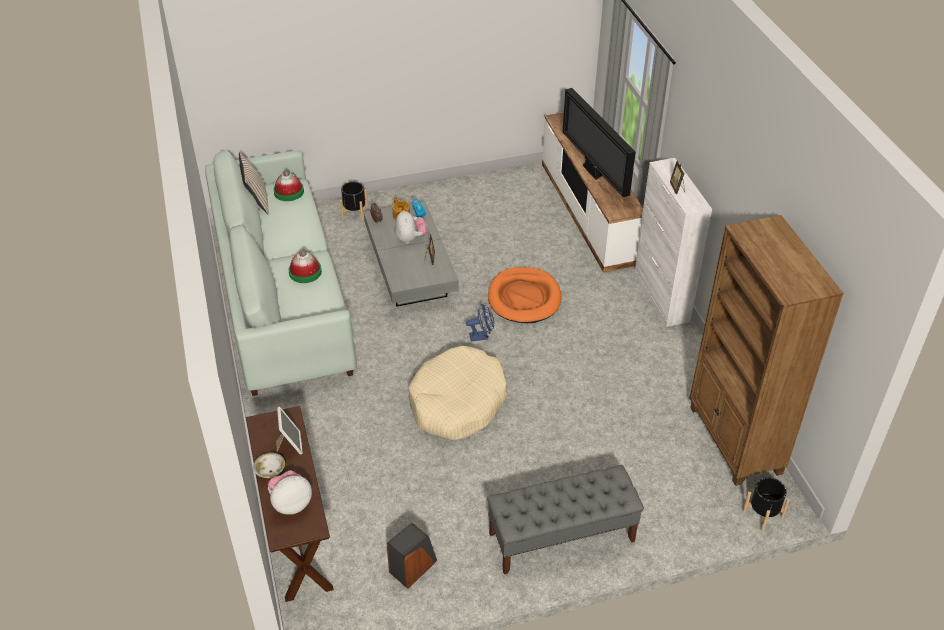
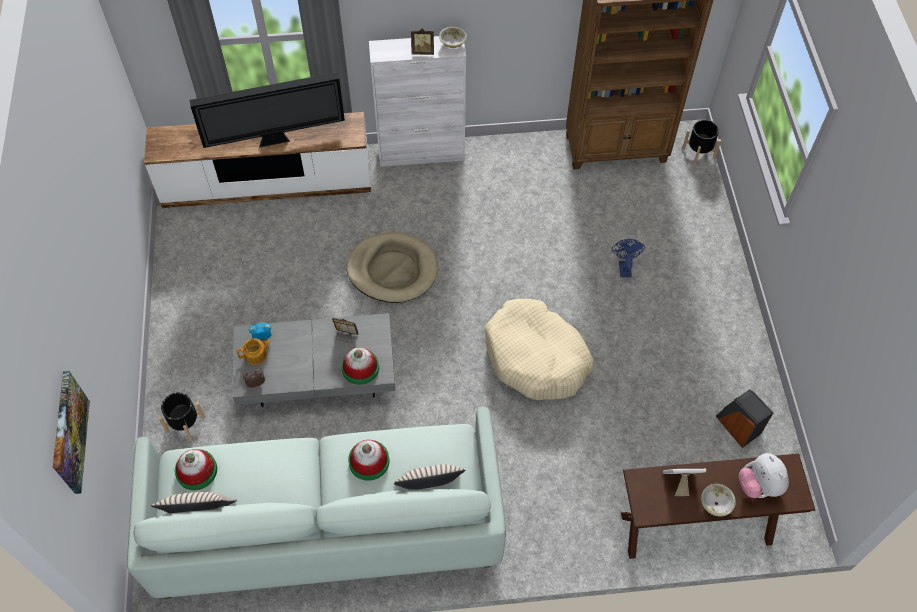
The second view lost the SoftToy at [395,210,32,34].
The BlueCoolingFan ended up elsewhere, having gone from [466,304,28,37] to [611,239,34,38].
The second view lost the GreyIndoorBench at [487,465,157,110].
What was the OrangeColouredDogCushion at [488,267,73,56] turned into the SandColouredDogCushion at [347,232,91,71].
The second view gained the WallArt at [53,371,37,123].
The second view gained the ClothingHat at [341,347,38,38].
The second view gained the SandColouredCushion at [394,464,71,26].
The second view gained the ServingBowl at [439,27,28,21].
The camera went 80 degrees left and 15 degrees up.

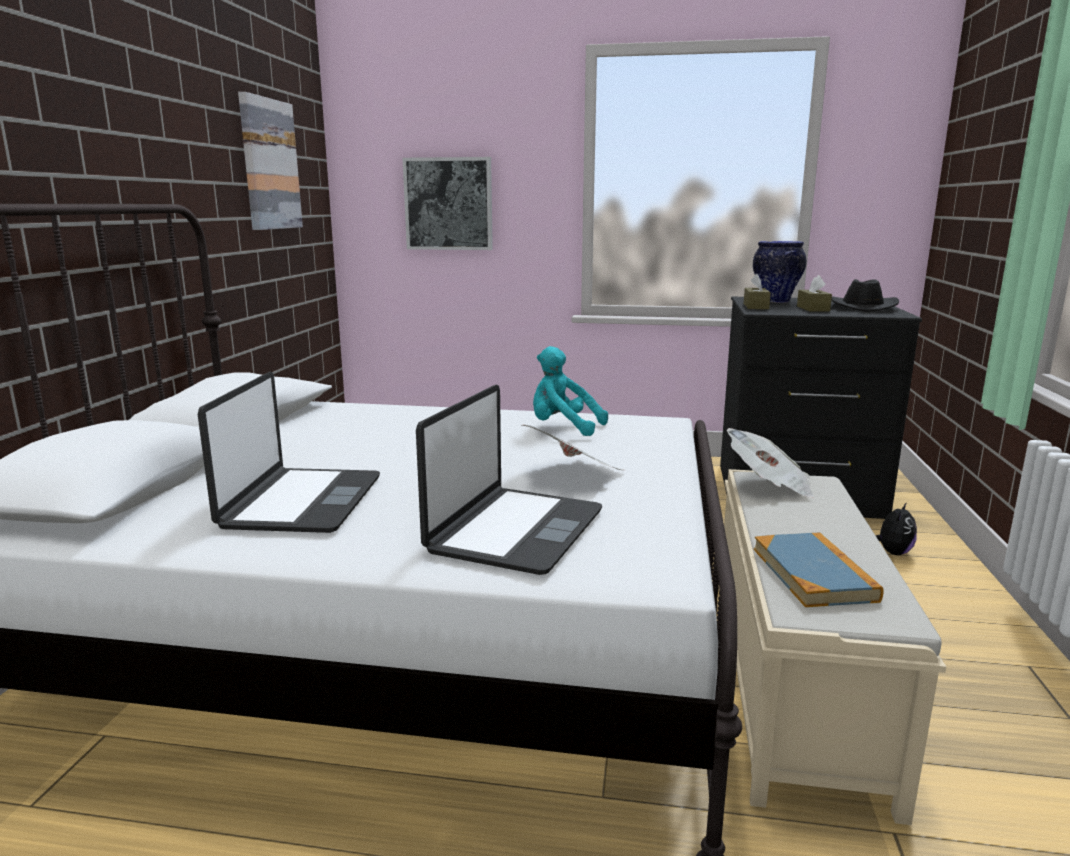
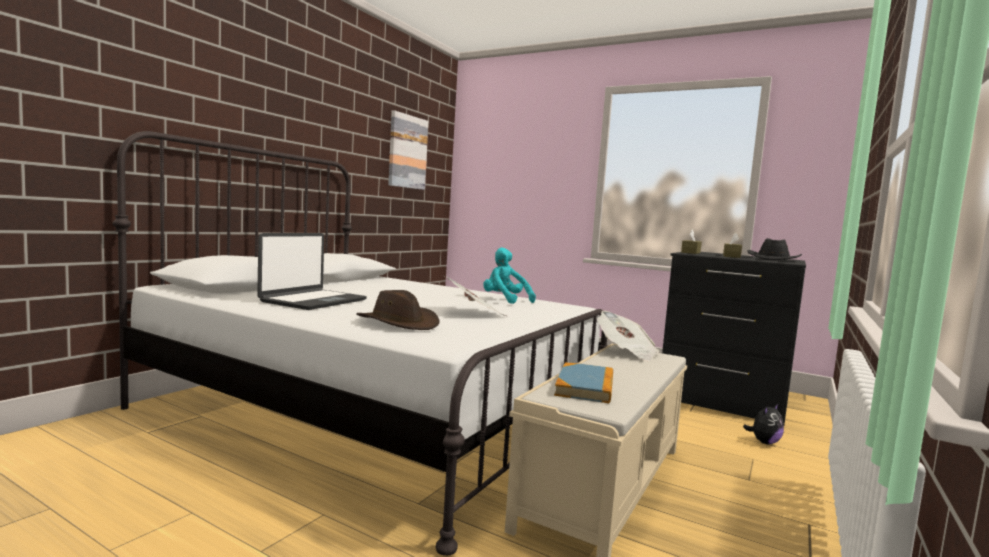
The second view lost the WallArt at [402,157,91,93].
Where the NotebookComputer stood at [416,385,186,190], the BrownColouredClothingHat came to stand at [356,290,84,40].
The second view lost the DecorativeVase at [753,241,53,62].
The camera went 20 degrees right and 10 degrees down.

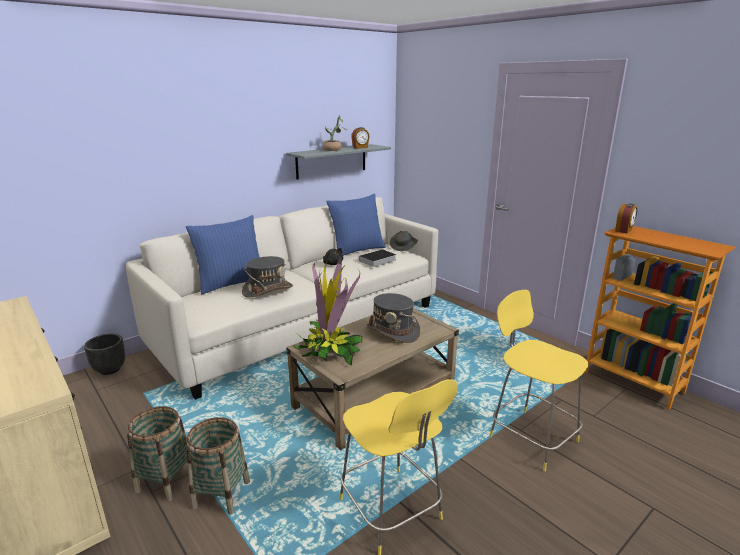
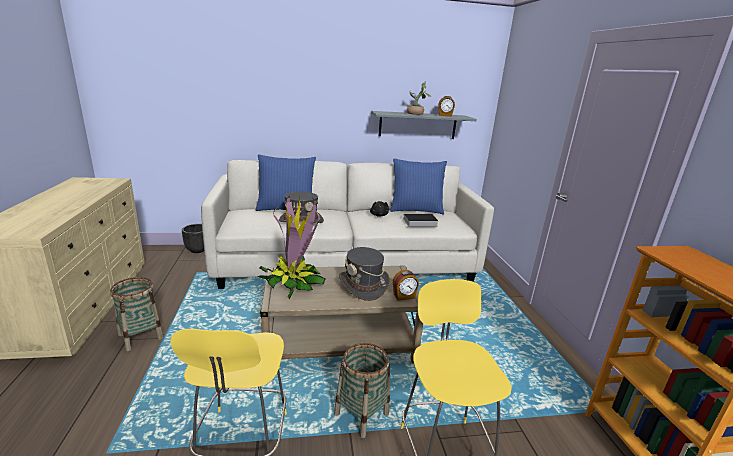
The StorageBasket ended up elsewhere, having gone from [186,417,64,98] to [334,343,56,95].
The second view lost the GreyClothingHat at [390,231,28,20].
The BedsideClock ended up elsewhere, having gone from [615,203,22,30] to [393,270,26,31].
The camera went 30 degrees right and 0 degrees up.

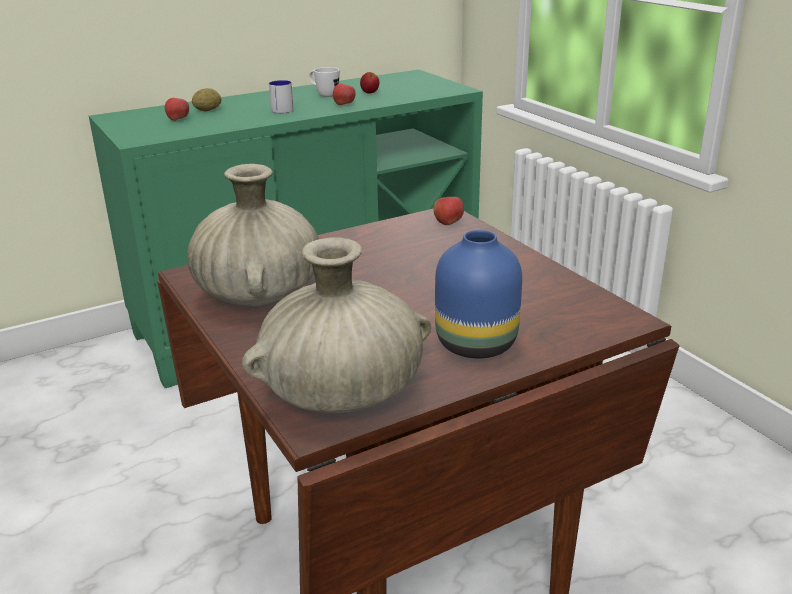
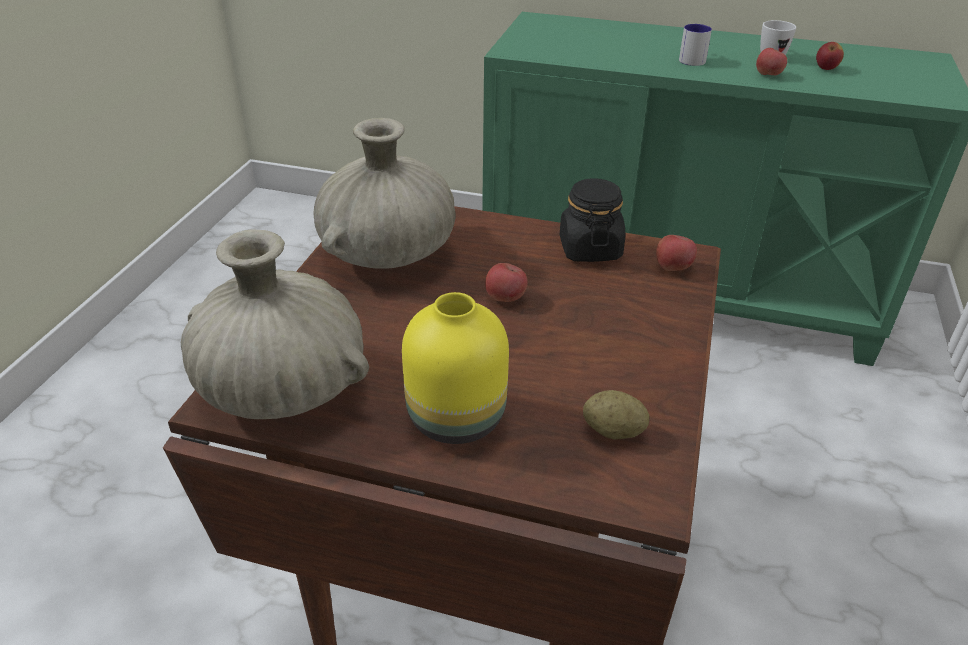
The Apple ended up elsewhere, having gone from [165,98,24,23] to [485,263,43,39].
The Potato ended up elsewhere, having gone from [192,88,30,24] to [583,390,66,49].
What was the BlueDecorativeVase at [435,230,87,128] turned into the YellowDecorativeVase at [402,292,107,152].
The second view gained the BlackColouredJar at [560,178,65,84].
The camera went 45 degrees right and 10 degrees up.

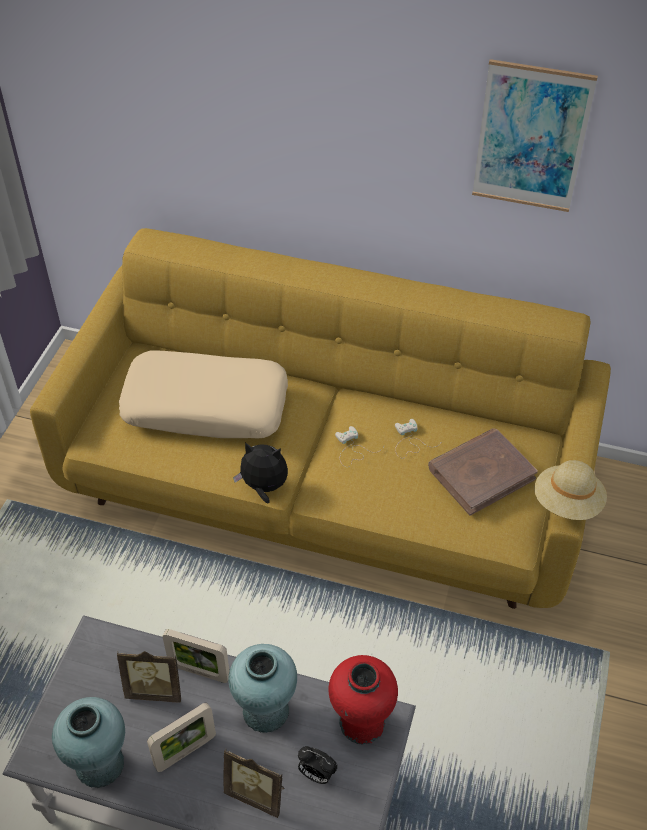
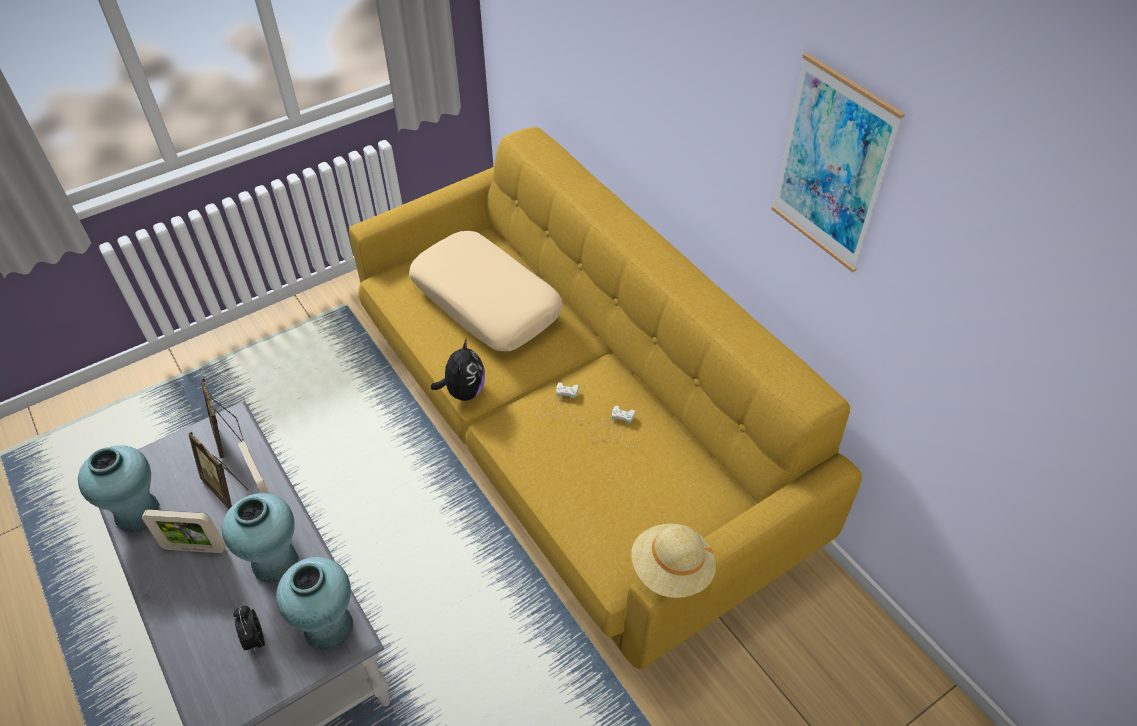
The StandingFrame ended up elsewhere, having gone from [224,749,61,69] to [200,378,44,81].
The SoftToy at [233,442,55,62] ended up facing another way, 45 degrees clockwise from before.
What was the RedDecorativeVase at [328,655,70,90] turned into the TurquoiseDecorativeVase at [276,557,77,93].
The second view lost the BrownColouredBoundBook at [428,428,110,88].
The camera went 40 degrees right and 0 degrees up.

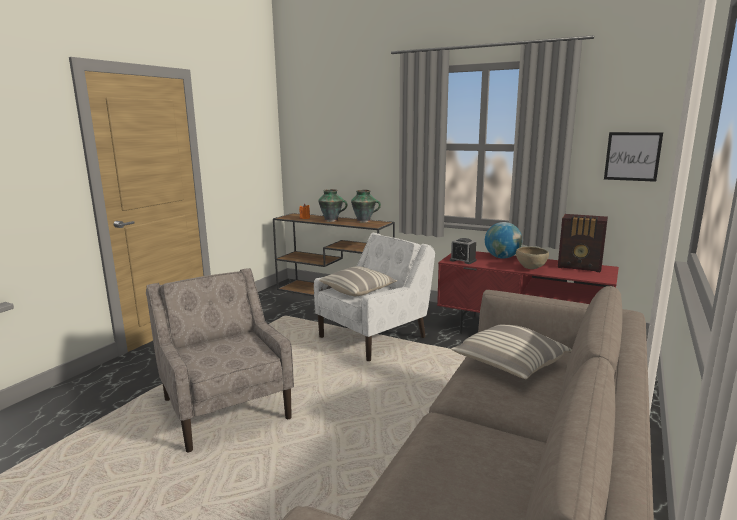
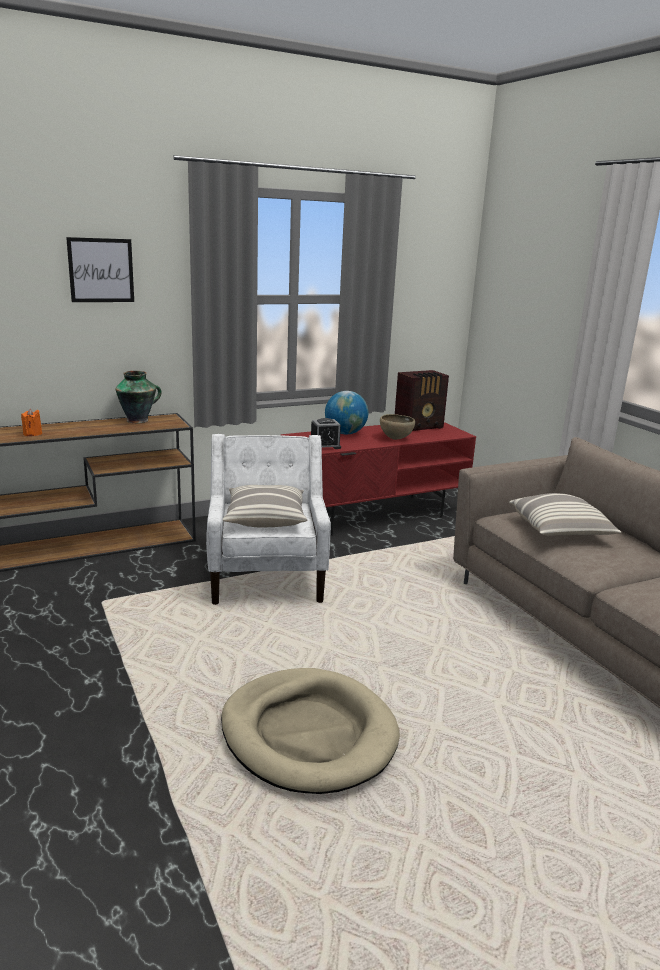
Where the SandColouredArmchair stood at [146,268,148,184], the SandColouredDogCushion came to stand at [221,668,179,126].
The second view lost the DecorativeVase at [318,189,29,33].
The WallArt ended up elsewhere, having gone from [604,132,59,50] to [66,237,68,65].
The camera went 55 degrees left and 5 degrees up.

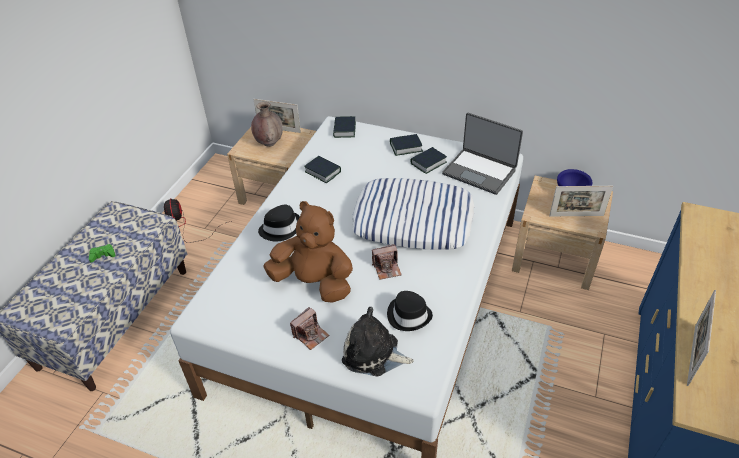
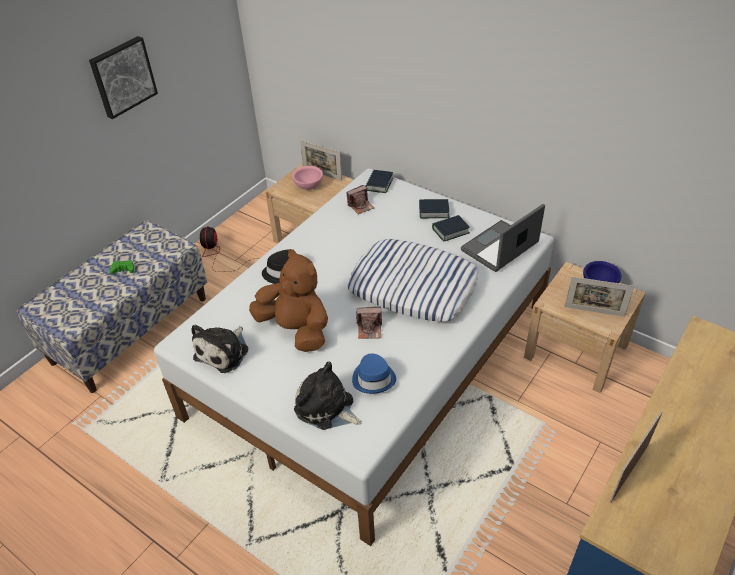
Where the BrownColouredDecorativeVase stood at [251,102,32,45], the PinkColouredServingBowl came to stand at [292,166,31,24].
The PhotoCamera ended up elsewhere, having gone from [290,307,39,43] to [346,185,28,29].
The second view lost the BoundBook at [304,156,37,27].
What was the BlackColouredClothingHat at [387,291,46,40] turned into the BlueClothingHat at [352,353,44,41].
The NotebookComputer at [442,113,81,82] ended up facing another way, 90 degrees clockwise from before.
The second view gained the WallArt at [89,36,69,83].
The second view gained the SoftToy at [191,325,57,48].
The camera went 15 degrees right and 0 degrees up.

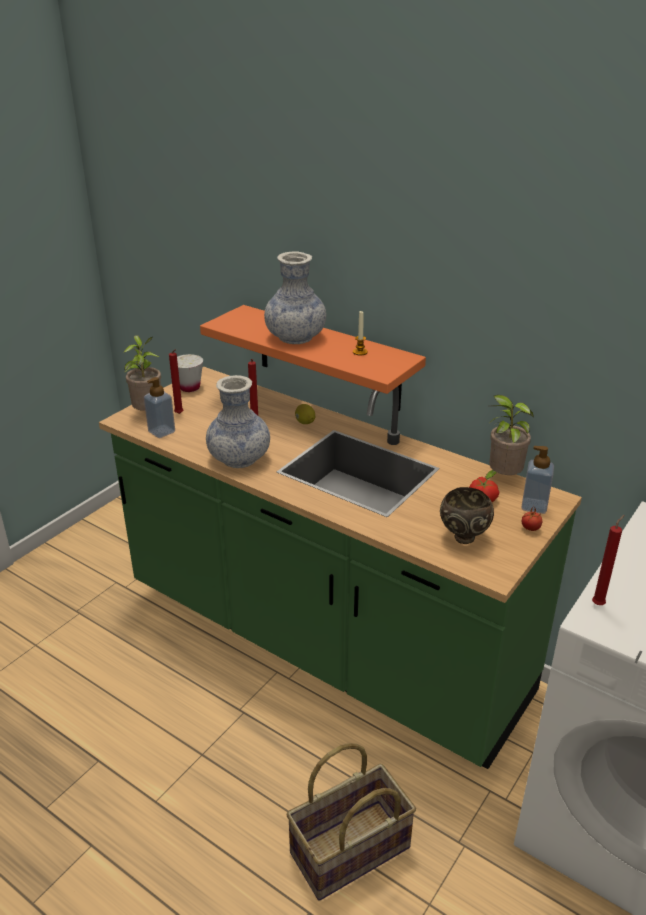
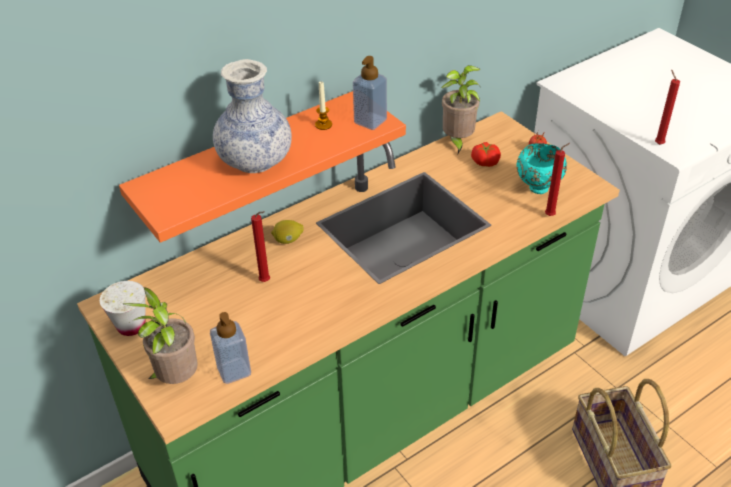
The RedCandle ended up elsewhere, having gone from [169,349,14,65] to [545,143,25,73].
The second view lost the DecorativeVase at [206,375,64,93].
What was the BrownColouredServingBowl at [440,487,54,57] turned into the TurquoiseServingBowl at [517,143,50,51].
The SoapDispenser ended up elsewhere, having gone from [521,446,33,68] to [353,56,34,74].
The camera went 70 degrees left and 10 degrees up.

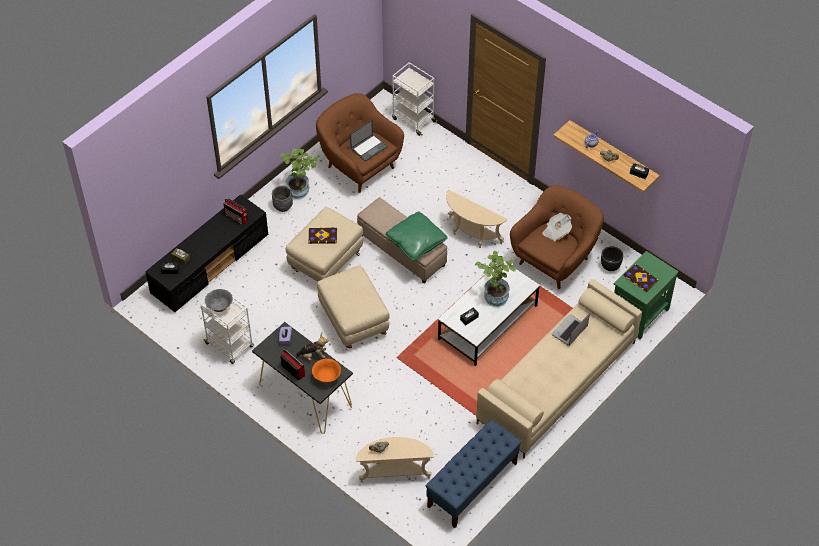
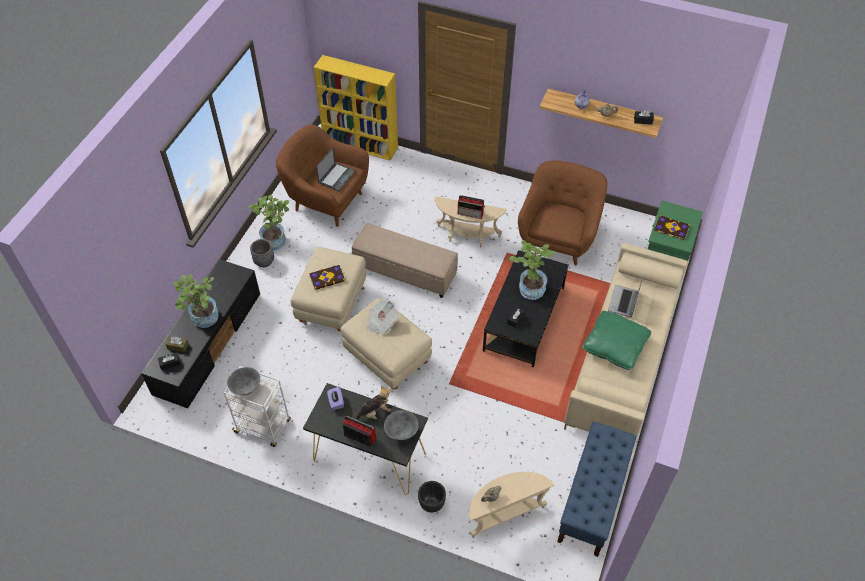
The Radio ended up elsewhere, having gone from [223,199,25,26] to [458,195,27,24].
What was the OrangeColouredServingBowl at [312,359,29,24] turned into the GreyServingBowl at [384,410,35,30].
The GreenishCushion ended up elsewhere, having gone from [385,211,63,50] to [582,311,69,59].
Where the WhitishTrolley stood at [392,62,46,74], the YellowShelvingUnit came to stand at [314,55,84,106].
What was the WhitishCoffeeTable at [438,261,102,105] turned into the BlackColouredCoffeeTable at [483,250,86,118].
The DailyPaper ended up elsewhere, having gone from [542,213,30,28] to [366,301,32,34].
The BlackColouredPlantPot ended up elsewhere, having gone from [601,246,22,25] to [418,481,28,32].
The second view gained the PlantInAPot at [173,274,45,54].
The camera went 20 degrees left and 0 degrees up.

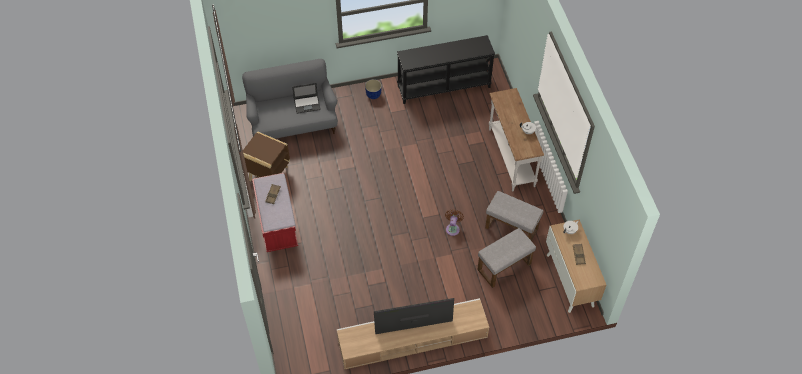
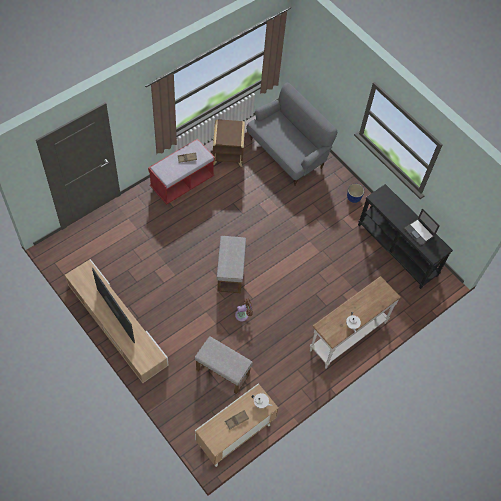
The NotebookComputer ended up elsewhere, having gone from [292,83,29,31] to [404,208,35,38].
The GreyPouffe ended up elsewhere, having gone from [485,191,58,50] to [217,236,29,57].
The camera went 60 degrees right and 5 degrees up.

